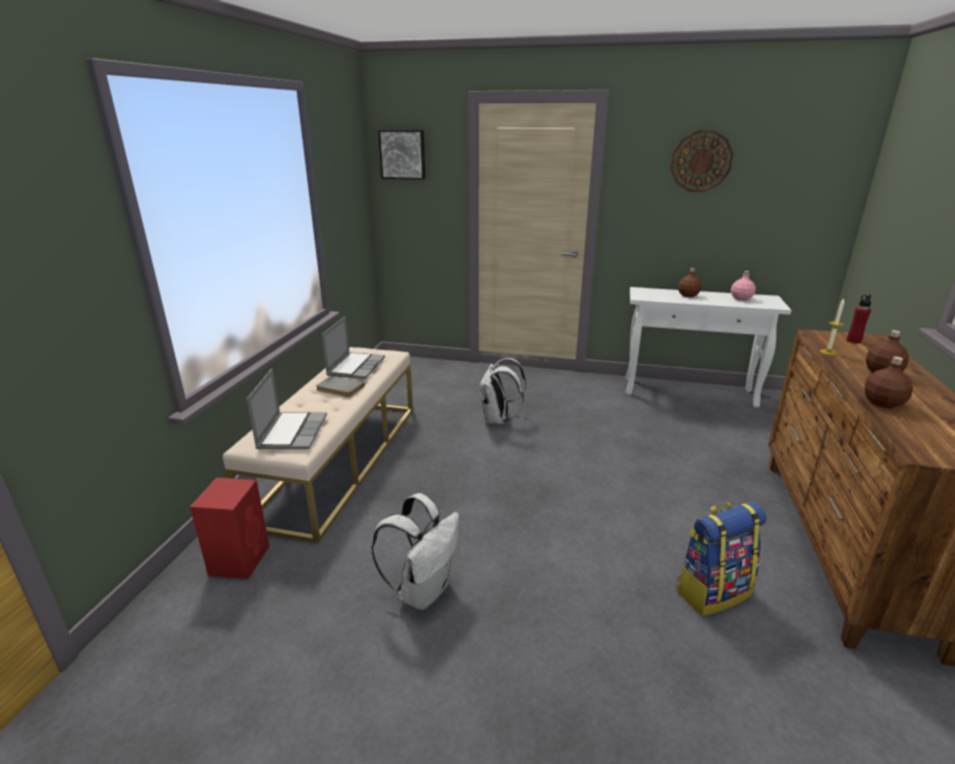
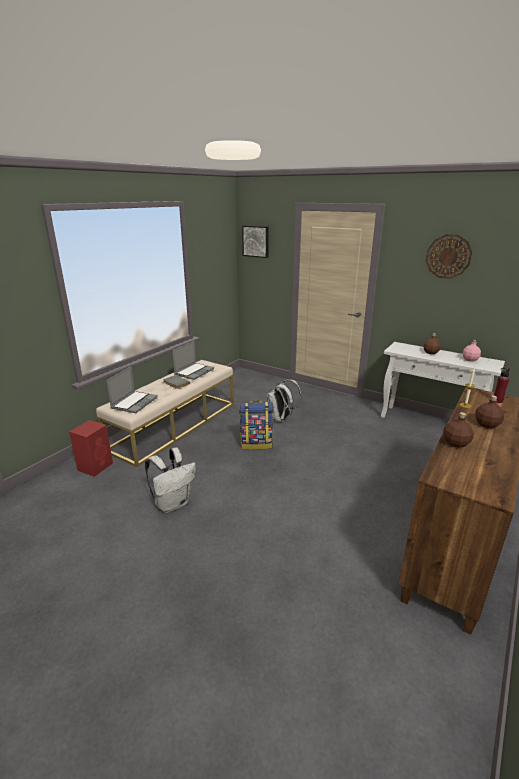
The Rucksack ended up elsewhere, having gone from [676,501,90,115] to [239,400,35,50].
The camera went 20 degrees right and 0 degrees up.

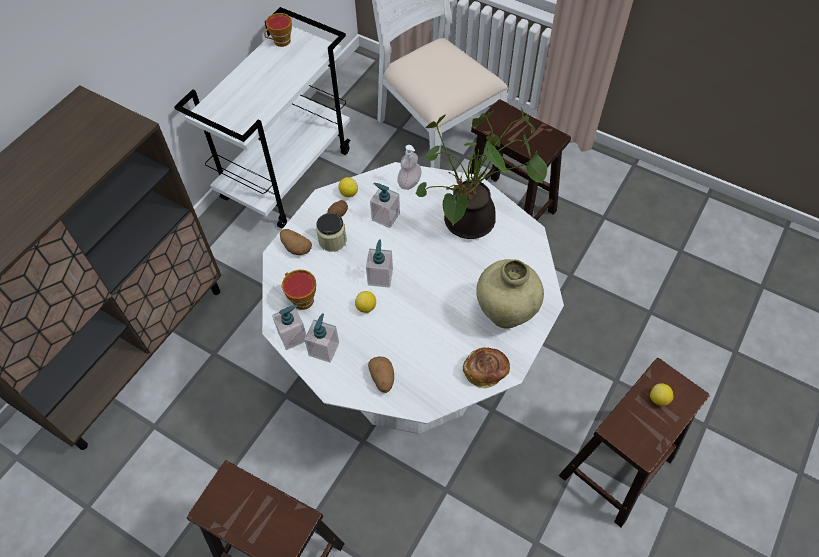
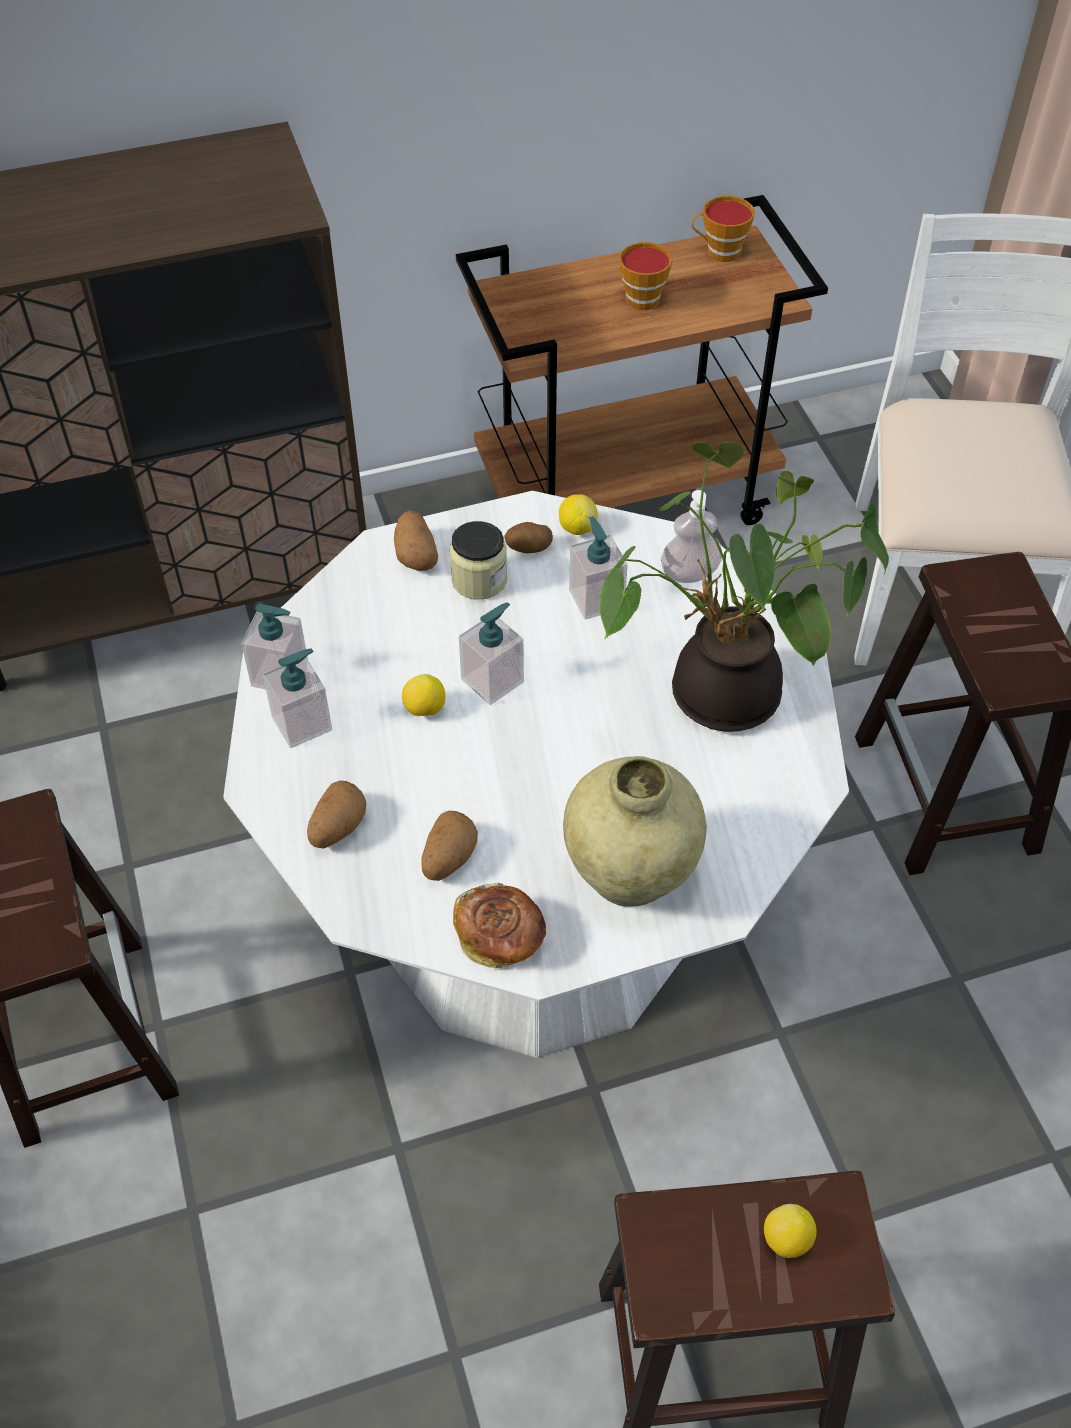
What was the WhitishTrolley at [174,7,177,222] turned into the BrownColouredTrolley at [456,195,372,330].
The SmallCup ended up elsewhere, having gone from [282,270,34,40] to [619,242,53,68].
The second view gained the Potato at [421,811,57,70].
The camera went 40 degrees right and 5 degrees down.

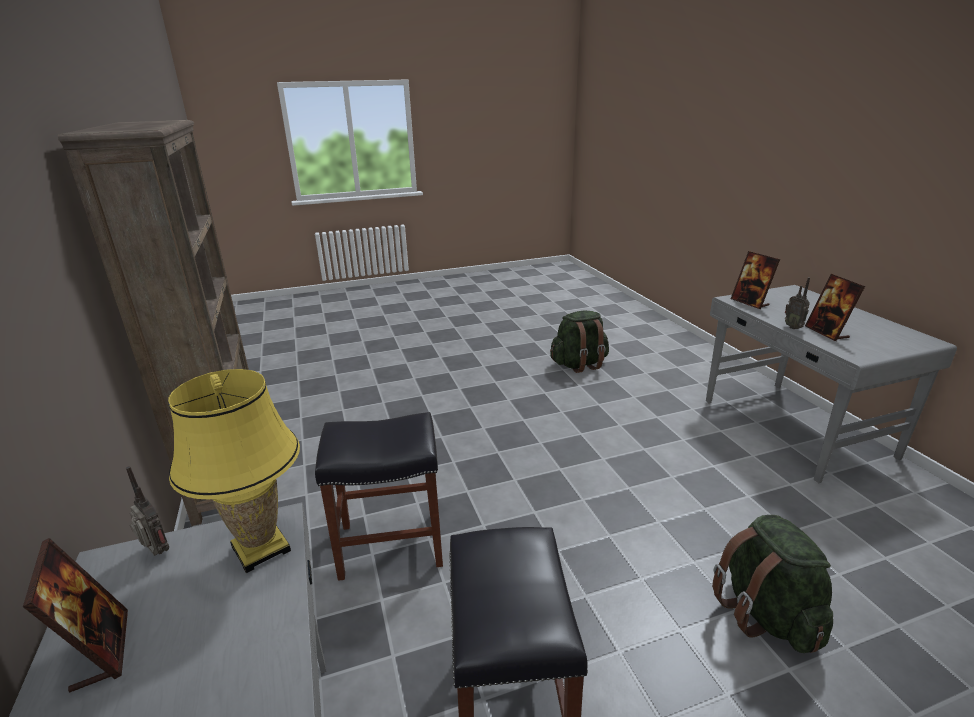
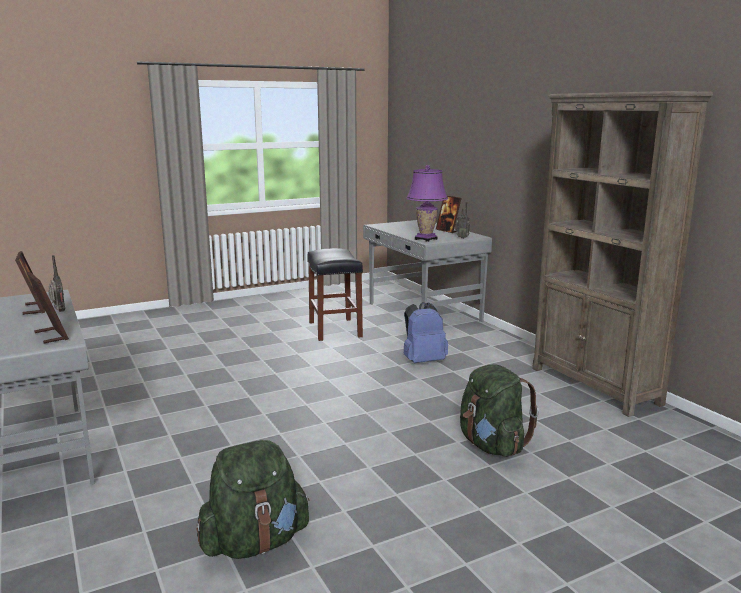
What was the YellowLampForATable at [168,369,132,204] turned into the PurpleColouredLampForATable at [406,165,42,77].
Where the BlackColouredStool stood at [315,412,128,169], the BlueRucksack came to stand at [404,302,44,61].
The GreenishRucksack ended up elsewhere, having gone from [712,515,121,138] to [460,365,79,92].
The camera went 170 degrees right and 10 degrees down.

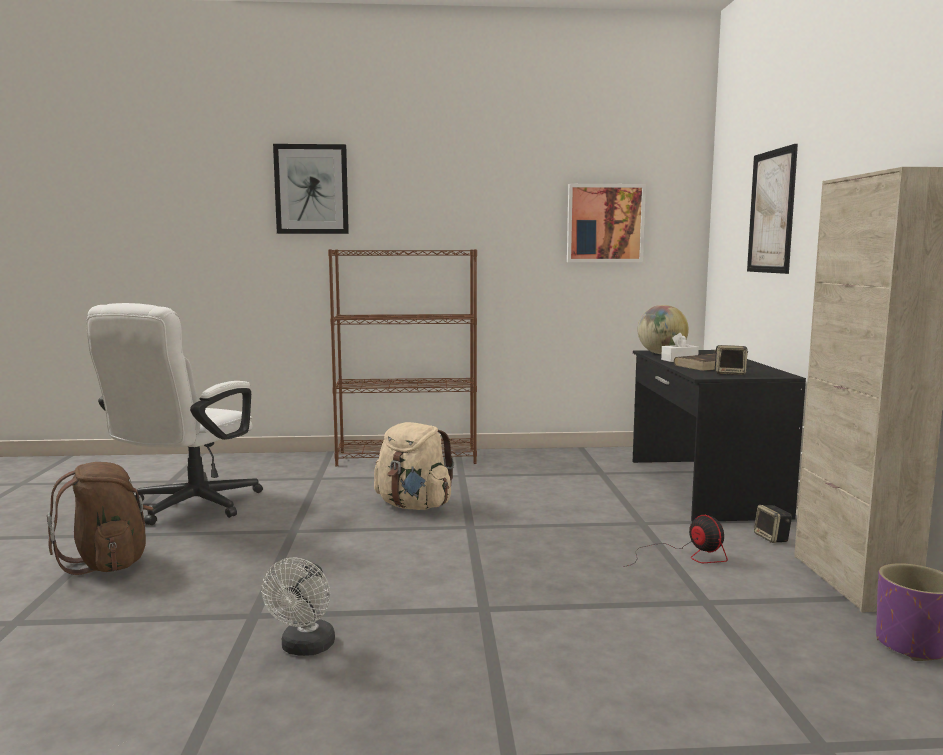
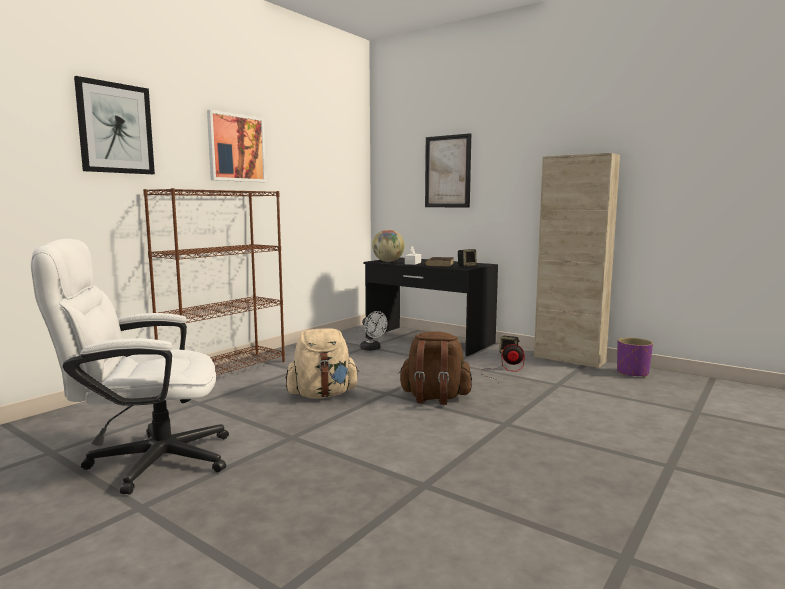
The BrownColouredRucksack ended up elsewhere, having gone from [47,462,106,113] to [398,331,74,74].
The WhitishOfficeChair at [86,303,177,222] ended up facing another way, 105 degrees clockwise from before.
The WhitishCoolingFan ended up elsewhere, having gone from [261,558,74,98] to [360,311,27,40].
The WallArt ended up elsewhere, having gone from [567,184,79,78] to [207,110,59,72].
The camera went 50 degrees left and 0 degrees up.

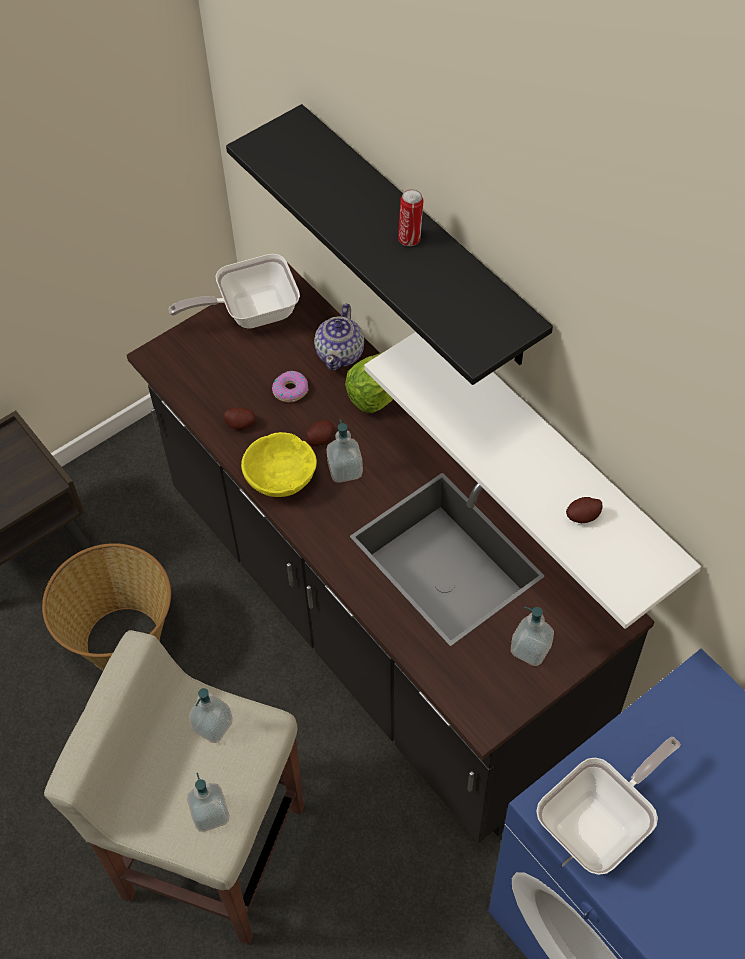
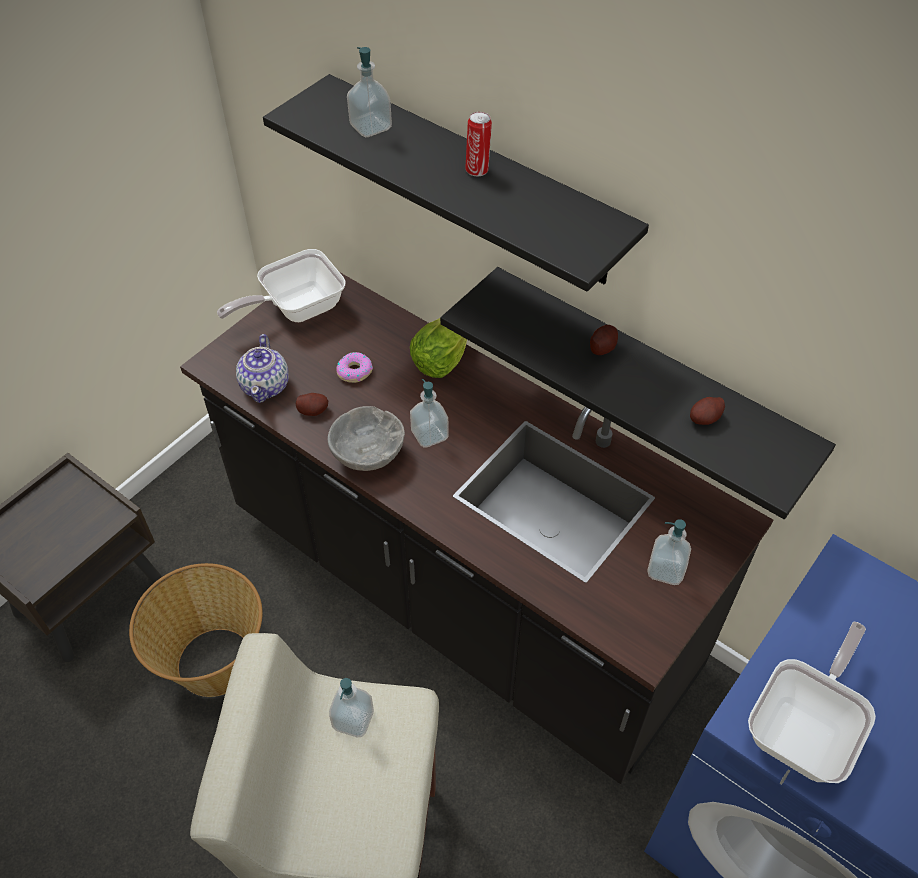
The SoapDispenser ended up elsewhere, having gone from [187,773,43,59] to [347,47,45,90].
What was the YellowServingBowl at [241,432,76,65] turned into the GreyServingBowl at [328,406,77,65].
The Potato ended up elsewhere, having gone from [306,420,28,26] to [590,325,28,30].
The PotForTea ended up elsewhere, having gone from [314,304,50,67] to [236,334,53,69].
What was the WhitishBracketShelf at [364,332,337,297] turned into the BlackColouredBracketShelf at [440,267,396,252].
The camera went 15 degrees left and 5 degrees down.

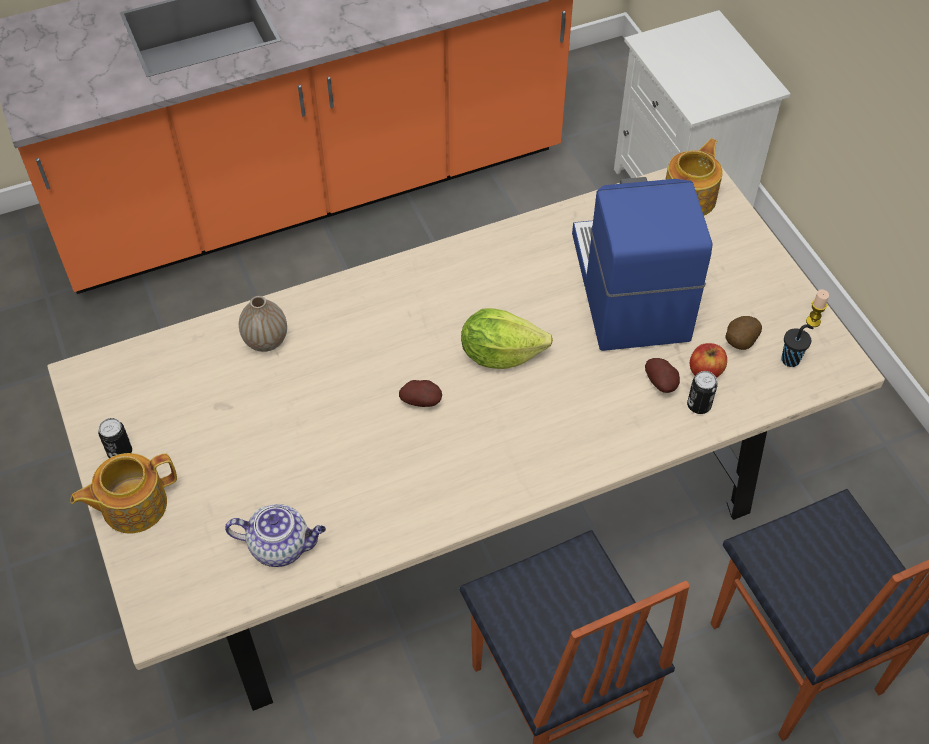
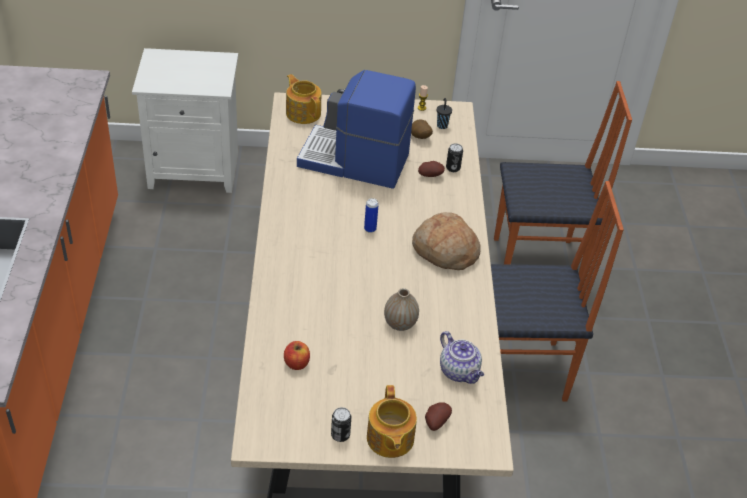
The PotForTea at [225,504,101,63] ended up facing another way, 120 degrees clockwise from before.
The DecorativeVase ended up elsewhere, having gone from [239,296,48,56] to [384,288,35,43].
The Potato ended up elsewhere, having gone from [399,380,43,27] to [425,402,27,29].
Where the HeadOfLettuce stood at [461,308,92,61], the Can came to stand at [364,198,15,35].
The Apple ended up elsewhere, having gone from [690,343,37,35] to [284,341,26,29].
The second view gained the Bread at [412,212,69,58].
The camera went 70 degrees left and 10 degrees down.

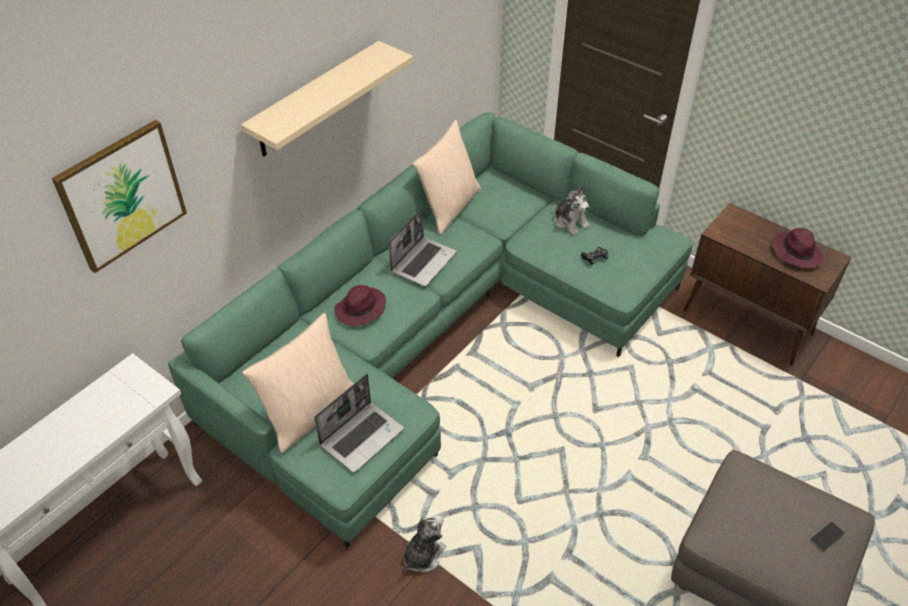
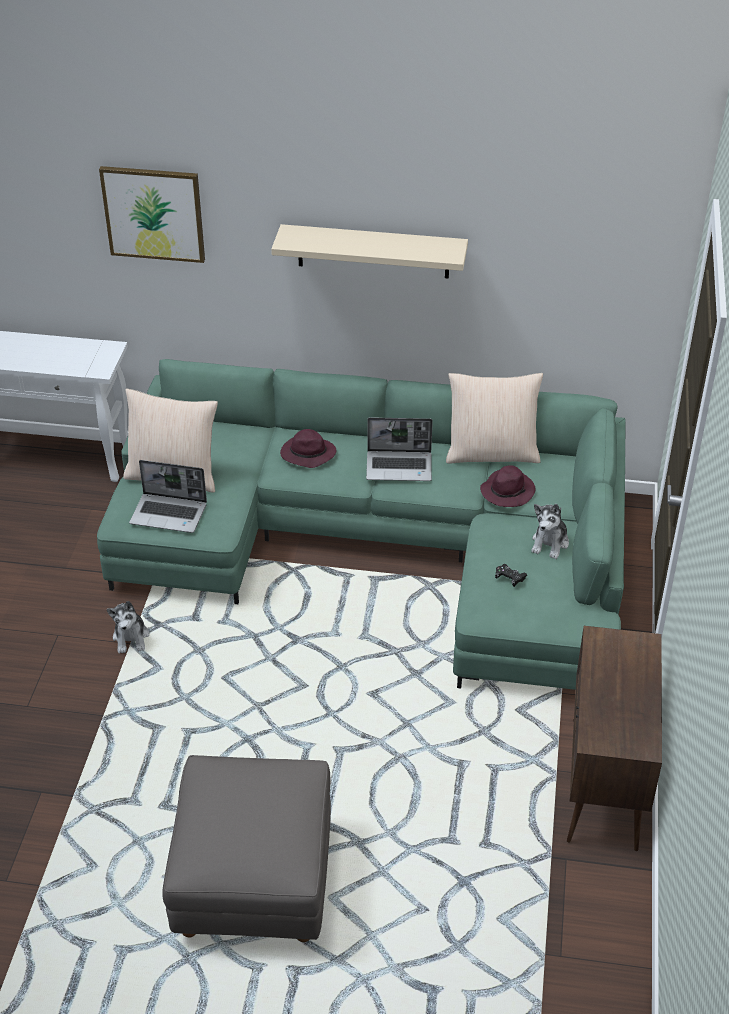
The SoftToy at [403,514,43,58] ended up facing another way, 75 degrees clockwise from before.
The PurpleColouredClothingHat ended up elsewhere, having gone from [772,228,51,40] to [480,465,56,42].
The second view lost the Handset at [811,522,33,29].
The camera went 60 degrees right and 5 degrees down.

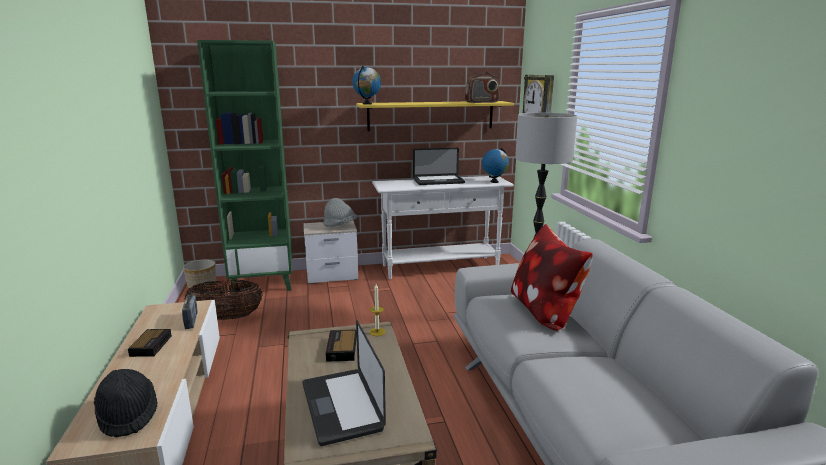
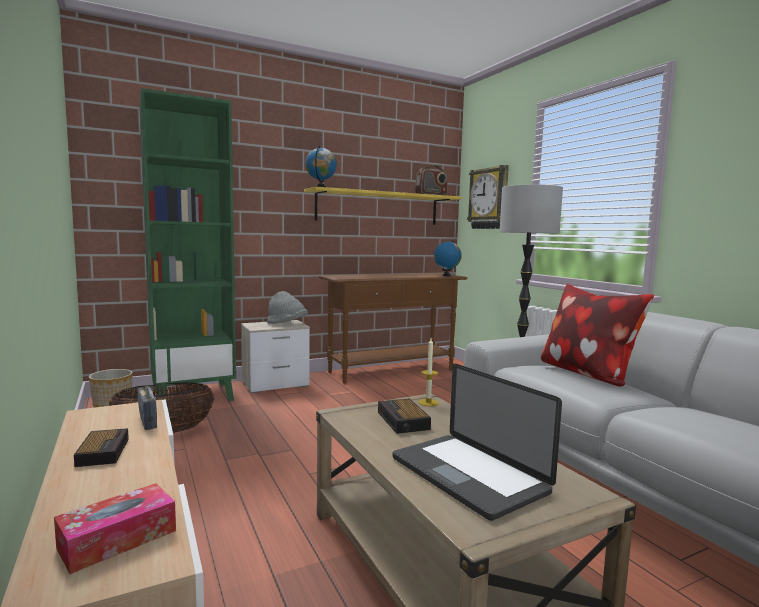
Where the BlackColouredClothingHat stood at [94,369,64,68], the BoxOfTissues came to stand at [54,483,122,91].
What was the WhitishHallTable at [372,176,142,103] turned into the BrownColouredHallTable at [319,273,148,111].
The second view lost the NotebookComputer at [413,148,52,37].
The camera went 15 degrees left and 10 degrees down.

